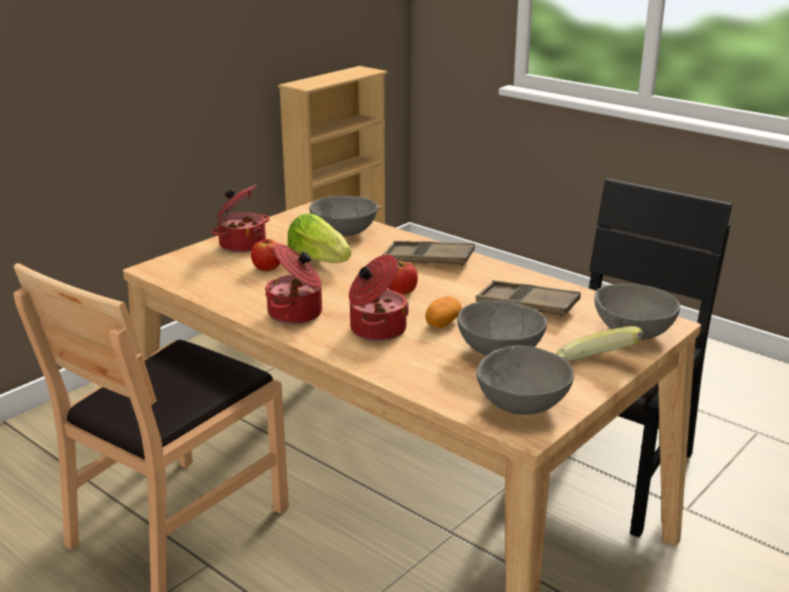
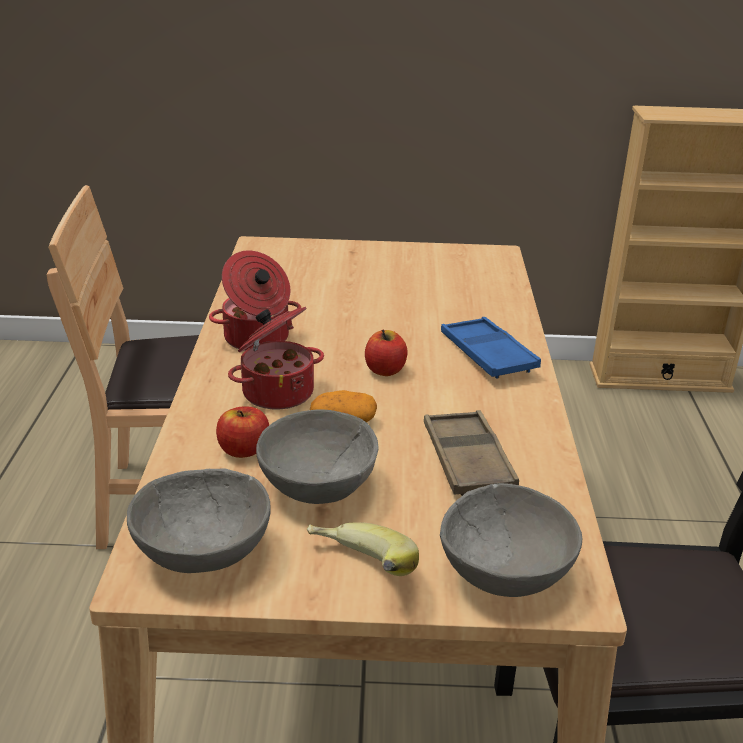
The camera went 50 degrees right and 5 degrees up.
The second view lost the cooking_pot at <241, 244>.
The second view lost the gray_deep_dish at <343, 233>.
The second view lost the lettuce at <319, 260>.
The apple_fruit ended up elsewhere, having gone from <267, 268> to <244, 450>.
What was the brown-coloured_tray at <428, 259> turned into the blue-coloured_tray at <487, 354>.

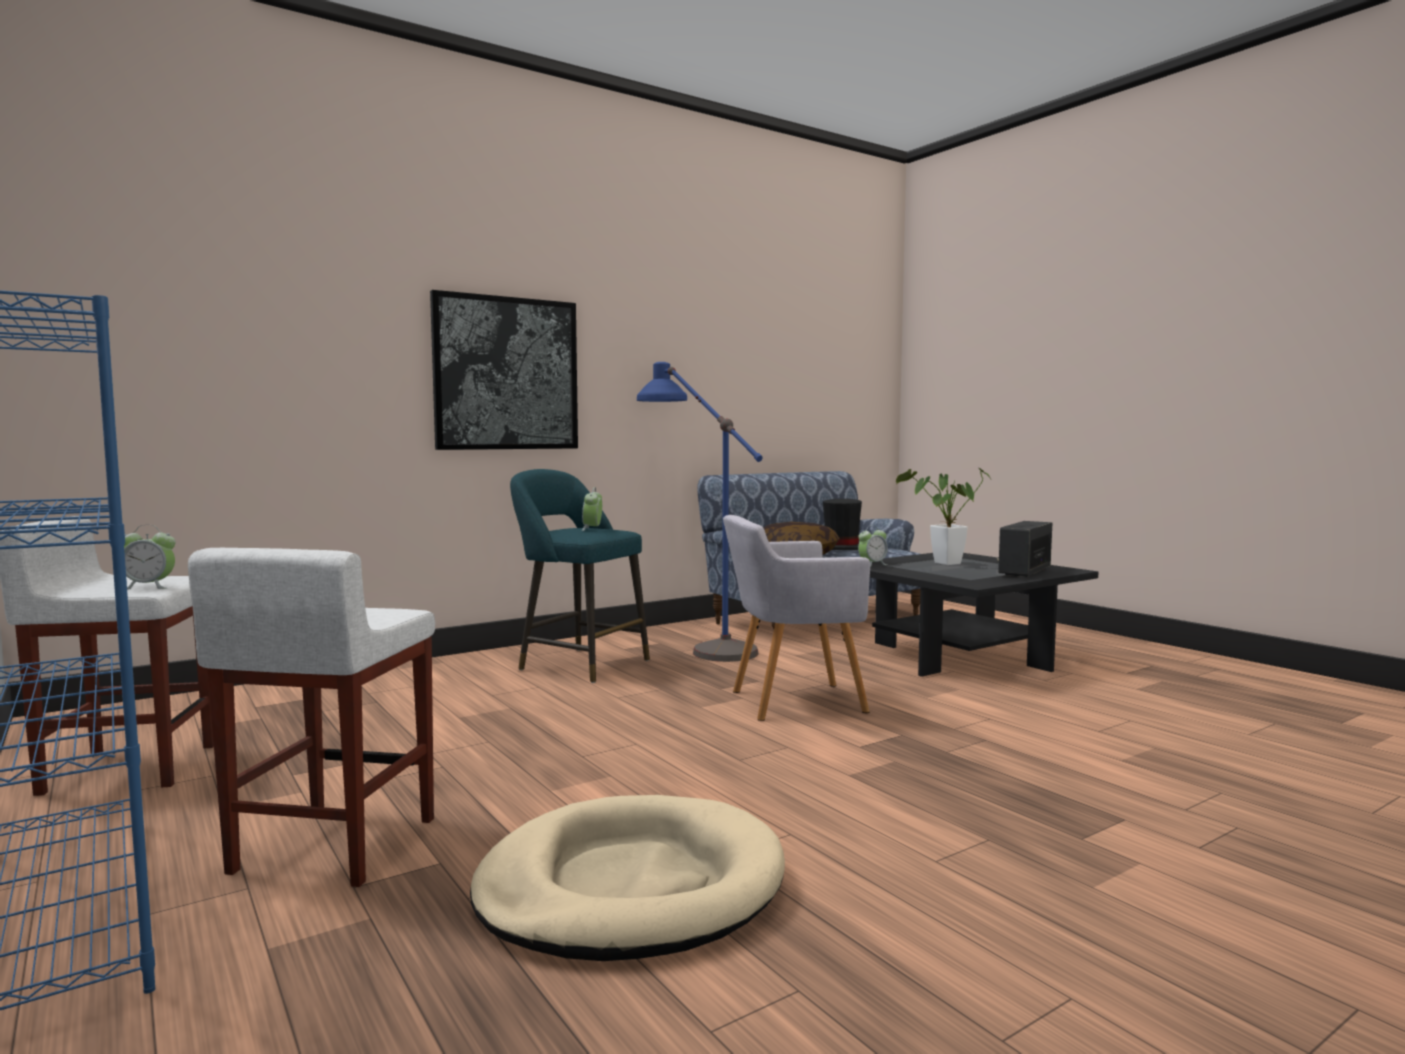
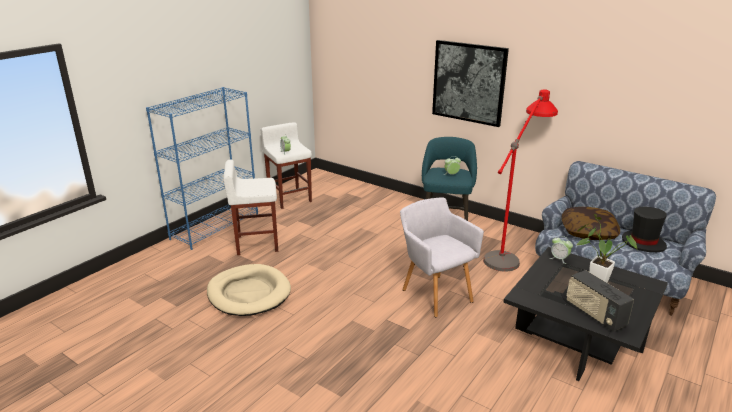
The camera went 70 degrees right and 20 degrees up.
What was the blue-coloured_floor_lamp at <699, 644> turned into the red_floor_lamp at <511, 251>.
The radio at <1024, 572> ended up facing another way, 135 degrees counterclockwise from before.

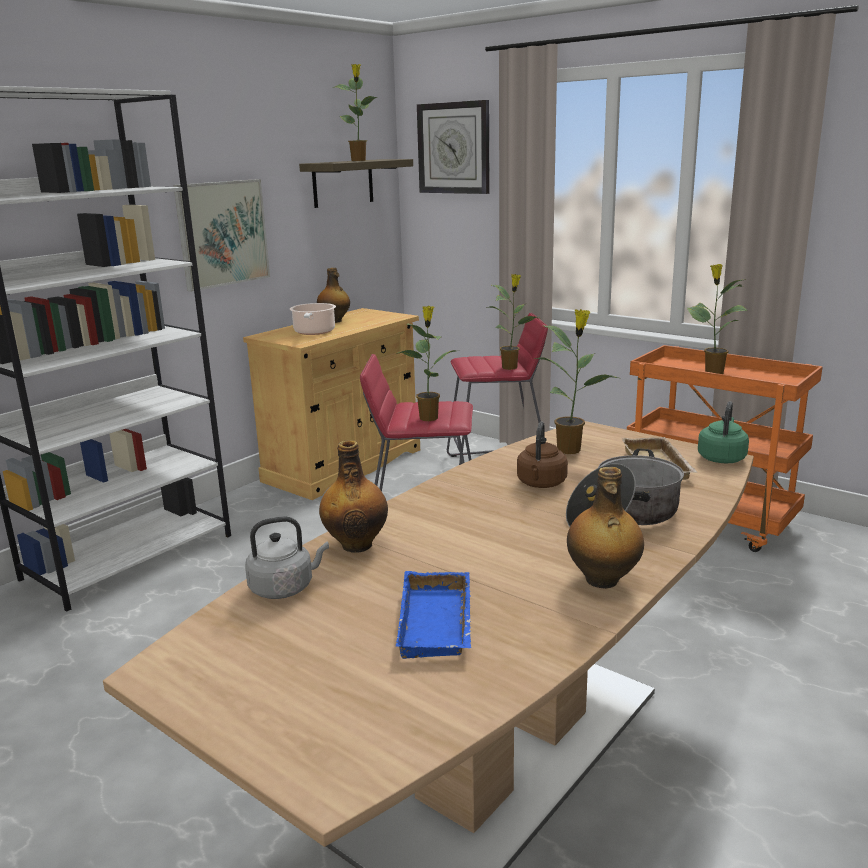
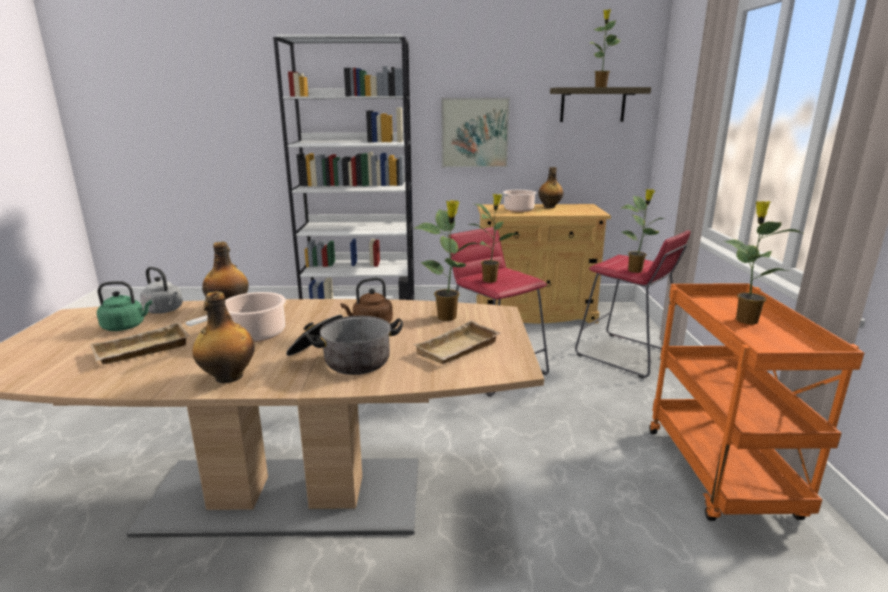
The camera went 50 degrees right and 0 degrees up.
The second view lost the hanging_clock at <454, 148>.
The green-coloured_kettle ended up elsewhere, having gone from <722, 458> to <126, 327>.
What was the blue-coloured_tray at <439, 623> turned into the beige_tray at <142, 351>.
The second view gained the cooking_pot at <252, 335>.

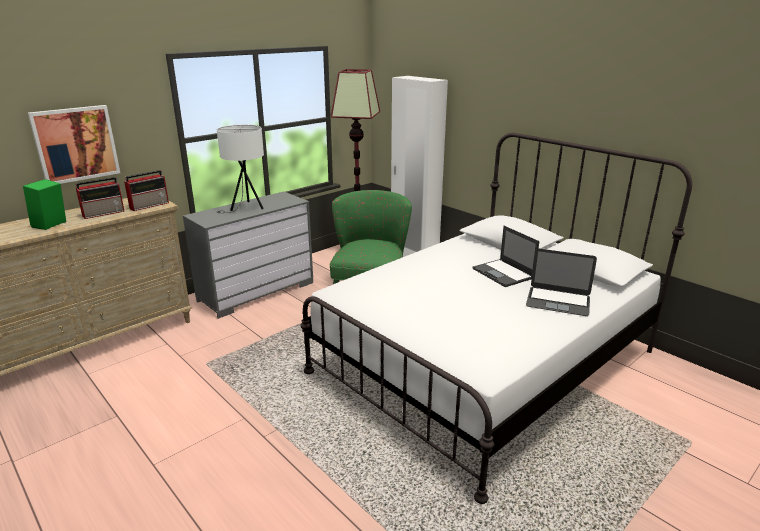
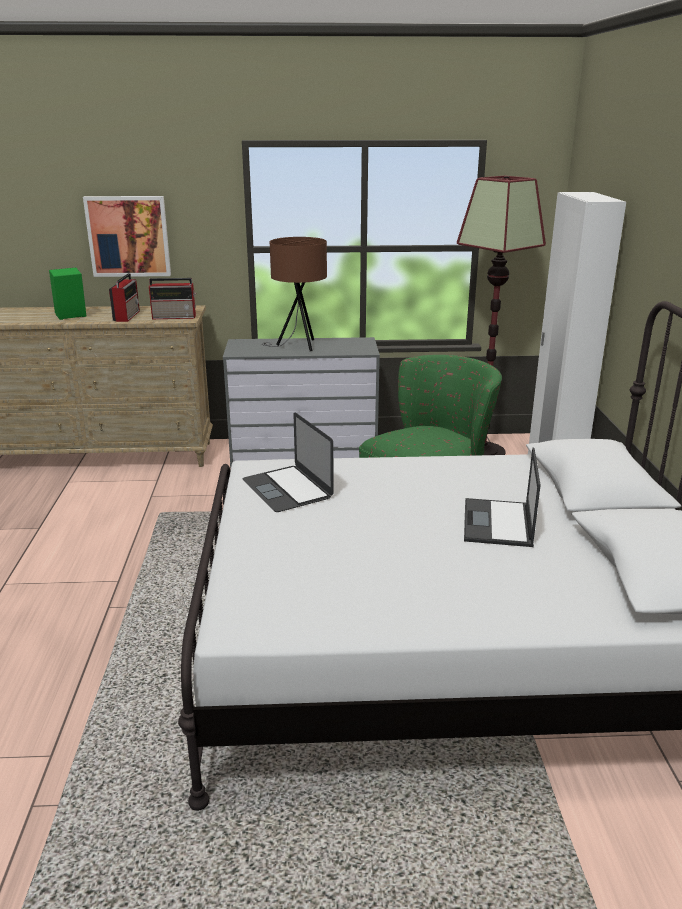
The camera went 40 degrees right and 0 degrees up.
What was the white_table_lamp at <245, 208> turned into the brown-coloured_table_lamp at <297, 346>.
The radio at <104, 213> ended up facing another way, 90 degrees counterclockwise from before.
The notebook_computer ended up elsewhere, having gone from <558, 301> to <287, 488>.

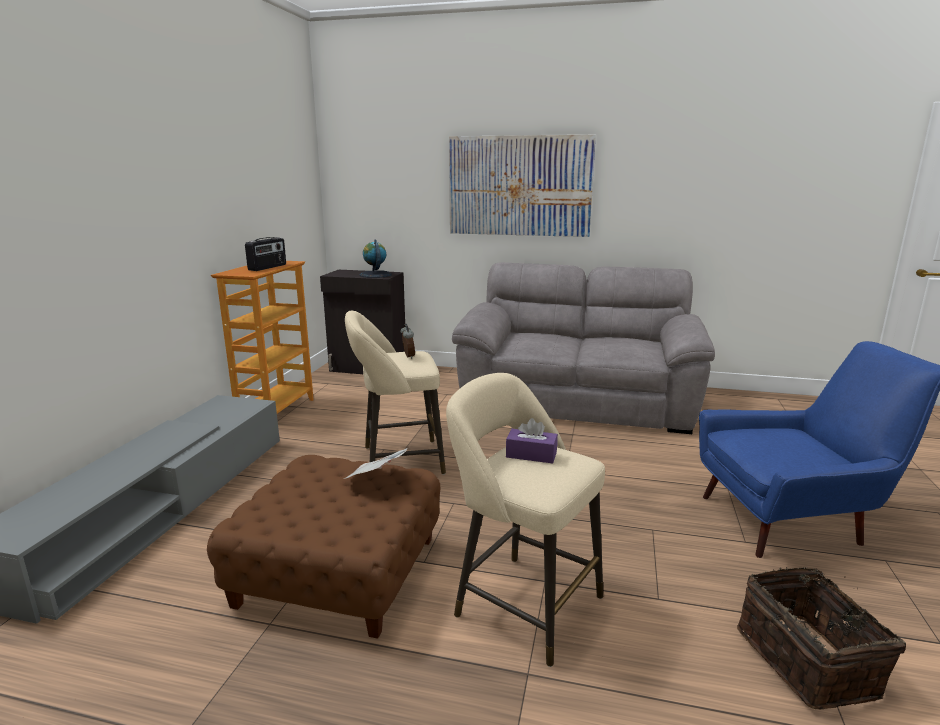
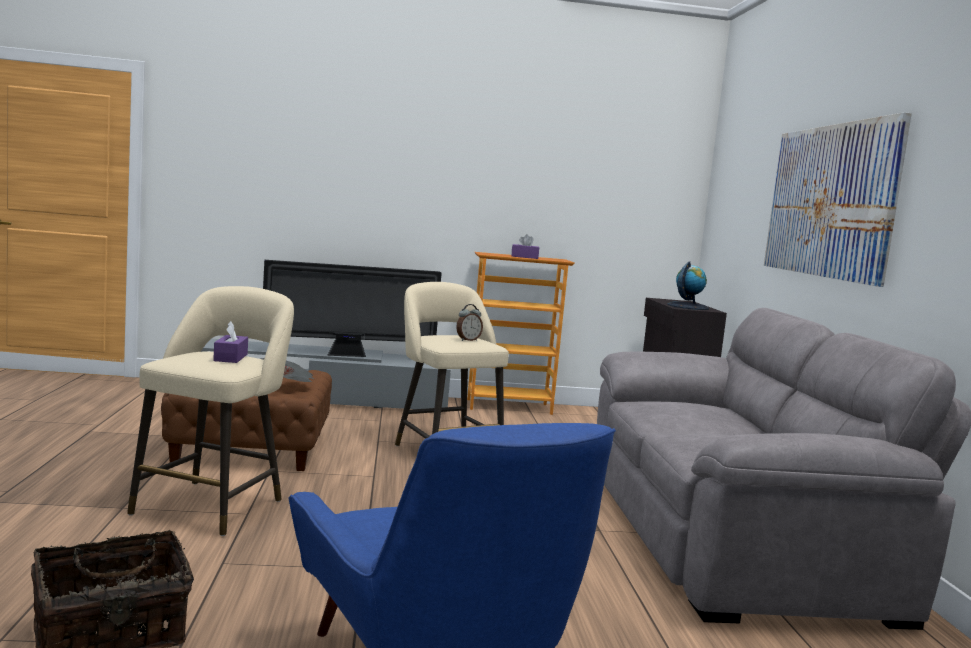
The camera went 70 degrees right and 10 degrees down.
Where the radio stood at <268, 267>, the purplish_box_of_tissues came to stand at <524, 257>.
The second view gained the TV_set at <349, 355>.

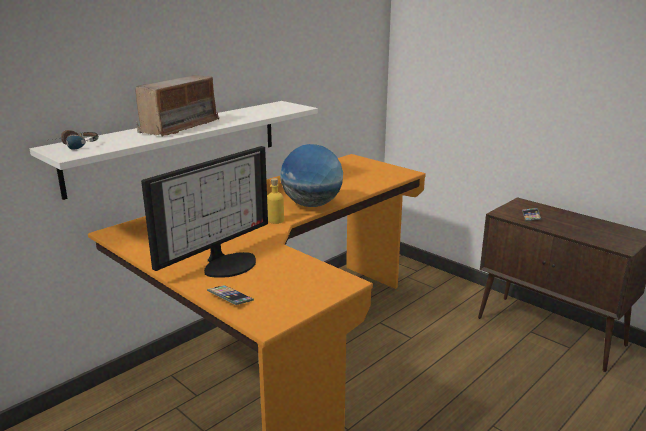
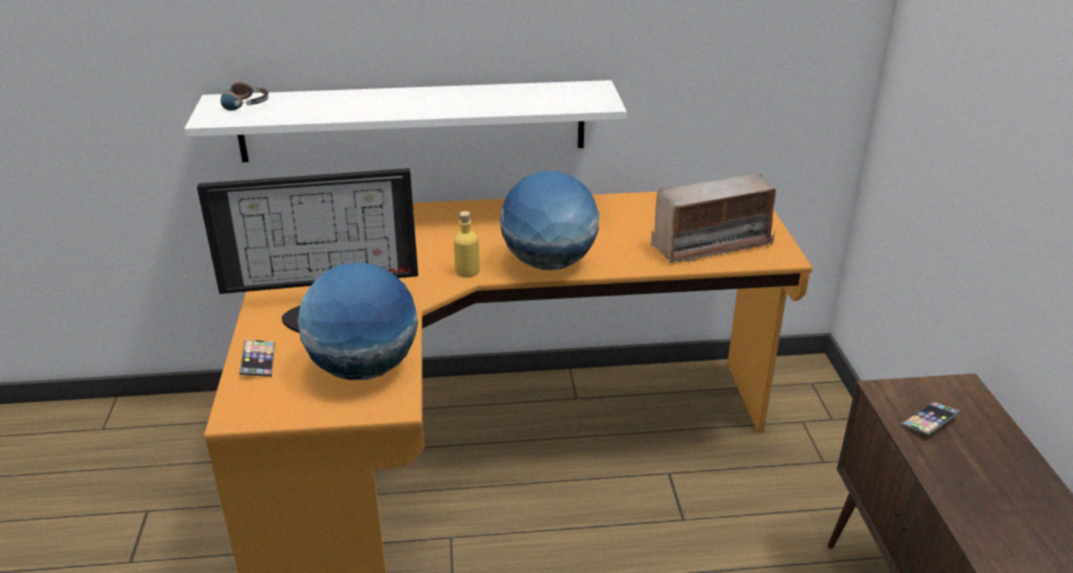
The camera went 40 degrees right and 10 degrees up.
The radio ended up elsewhere, having gone from <180, 127> to <711, 245>.
The second view gained the desk_globe at <363, 368>.

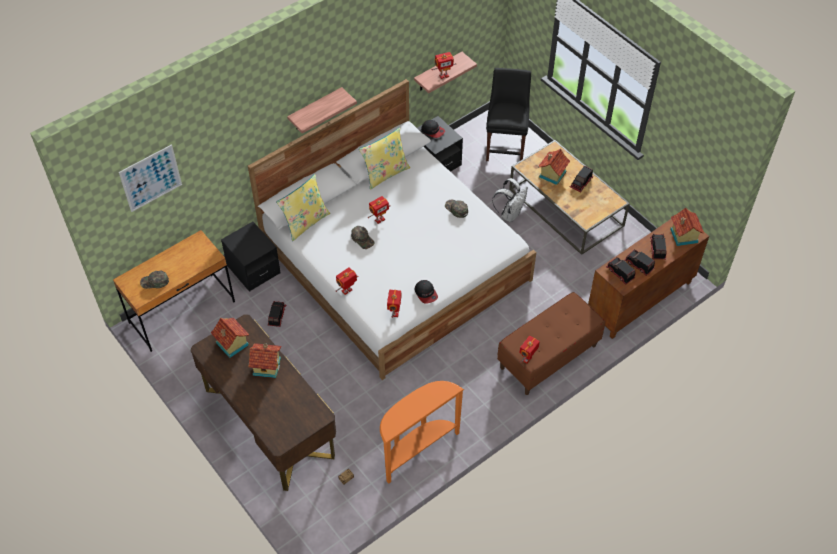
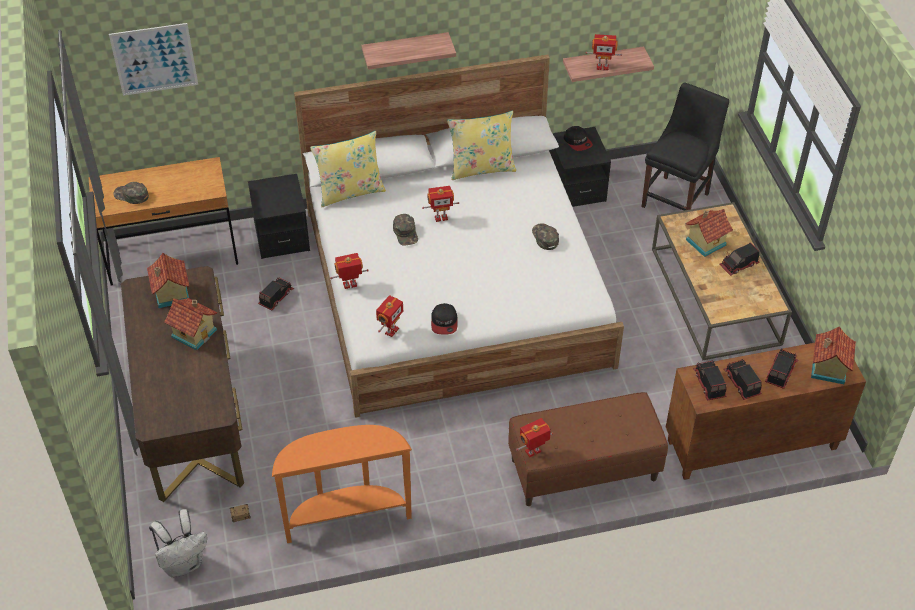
The camera went 25 degrees right and 5 degrees down.
The white_backpack ended up elsewhere, having gone from <510, 214> to <184, 563>.

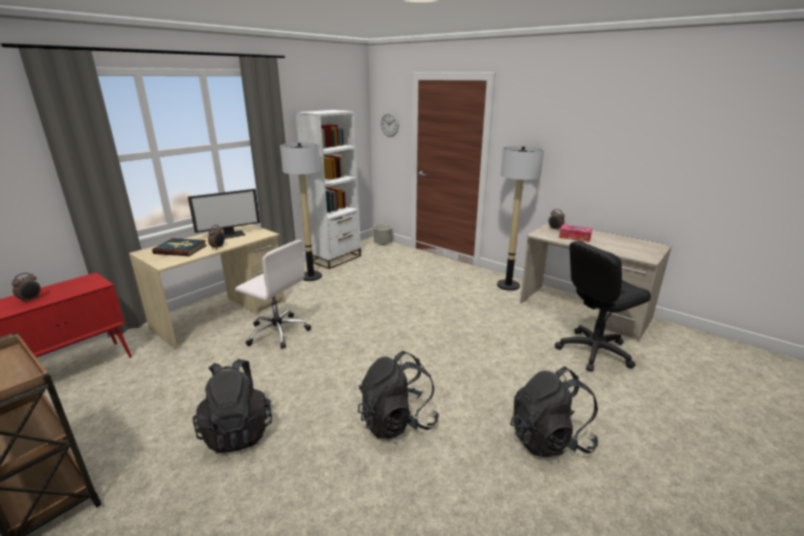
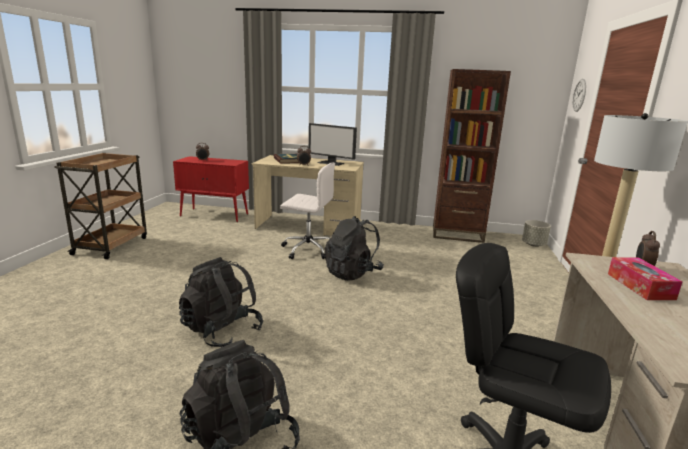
The camera went 60 degrees right and 5 degrees down.
What was the white_bookshelf at <335, 258> turned into the brown-coloured_bookshelf at <457, 234>.
The second view lost the floor_lamp at <311, 276>.
The white_desk_chair at <277, 332> ended up facing another way, 75 degrees counterclockwise from before.
The blackish_backpack ended up elsewhere, having gone from <238, 431> to <352, 273>.

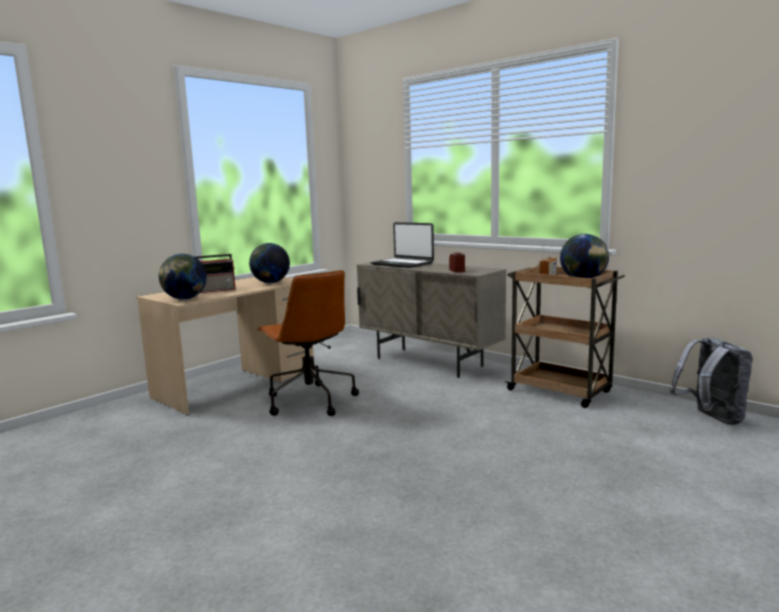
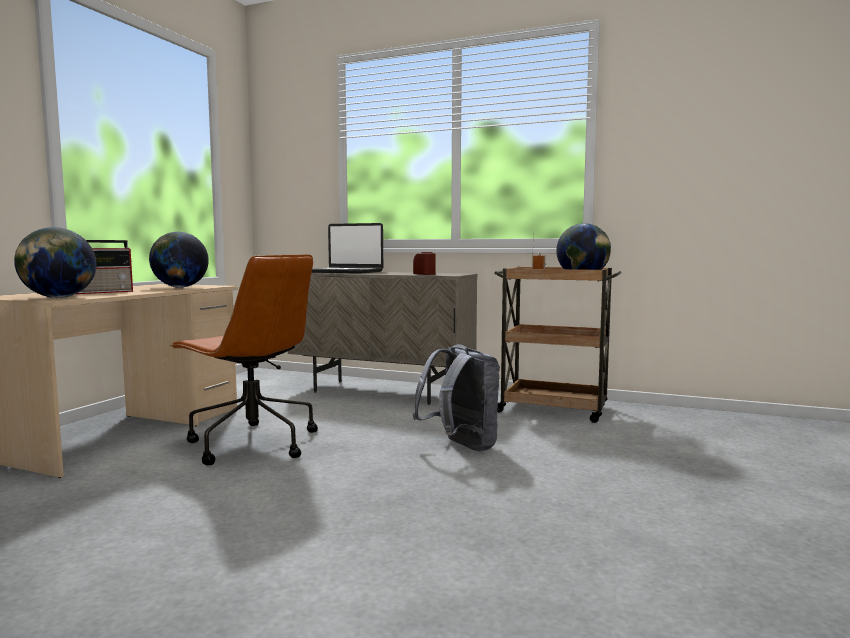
The camera went 20 degrees left and 5 degrees down.
The gray_backpack ended up elsewhere, having gone from <711, 418> to <461, 447>.

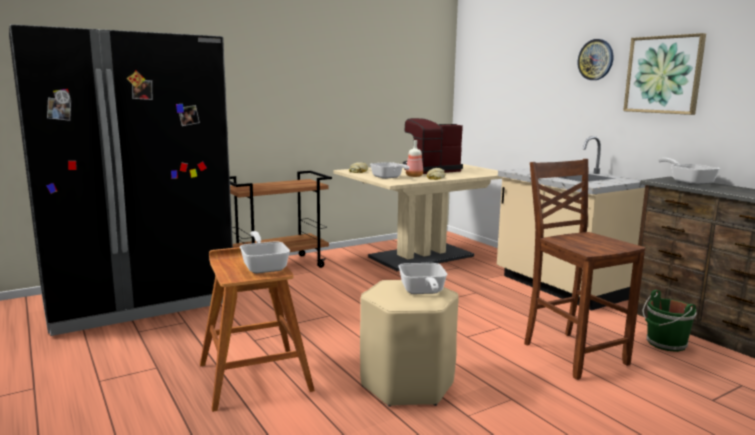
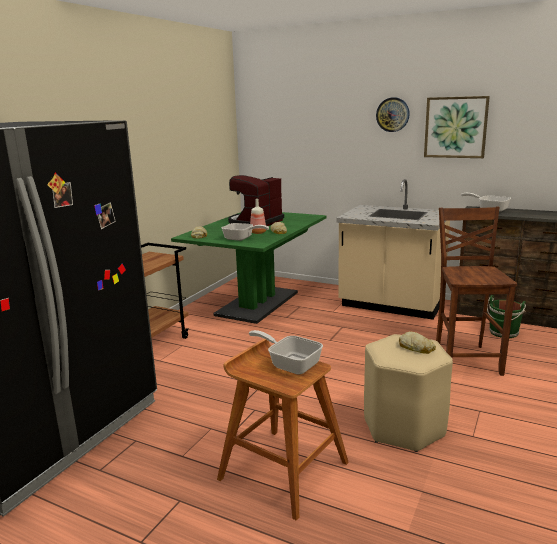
The camera went 30 degrees left and 5 degrees up.
The brown-coloured_plain_chair at <572, 353> ended up facing another way, 60 degrees clockwise from before.
What was the beige_kitchen_table at <421, 257> turned into the green-coloured_kitchen_table at <257, 303>.
Where the pan stood at <422, 292>, the bread came to stand at <416, 347>.

